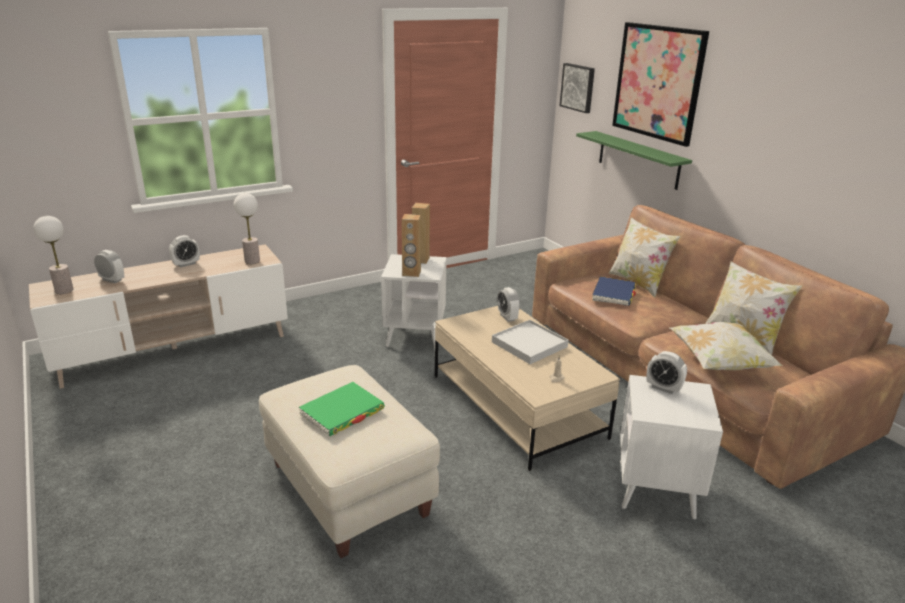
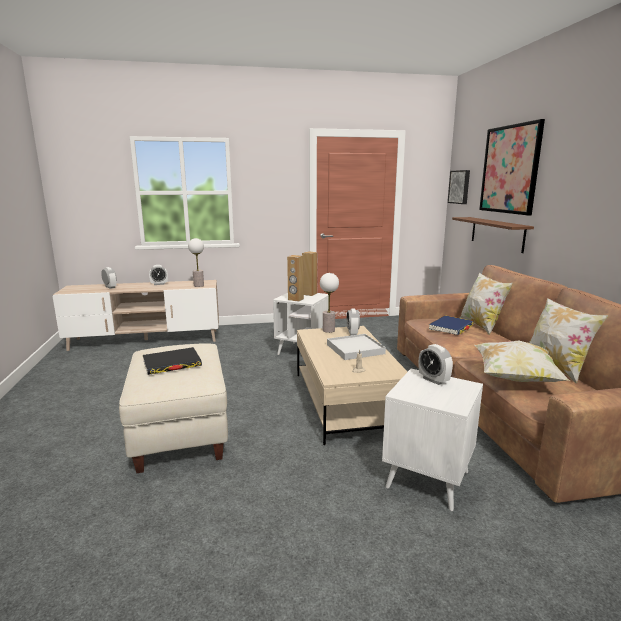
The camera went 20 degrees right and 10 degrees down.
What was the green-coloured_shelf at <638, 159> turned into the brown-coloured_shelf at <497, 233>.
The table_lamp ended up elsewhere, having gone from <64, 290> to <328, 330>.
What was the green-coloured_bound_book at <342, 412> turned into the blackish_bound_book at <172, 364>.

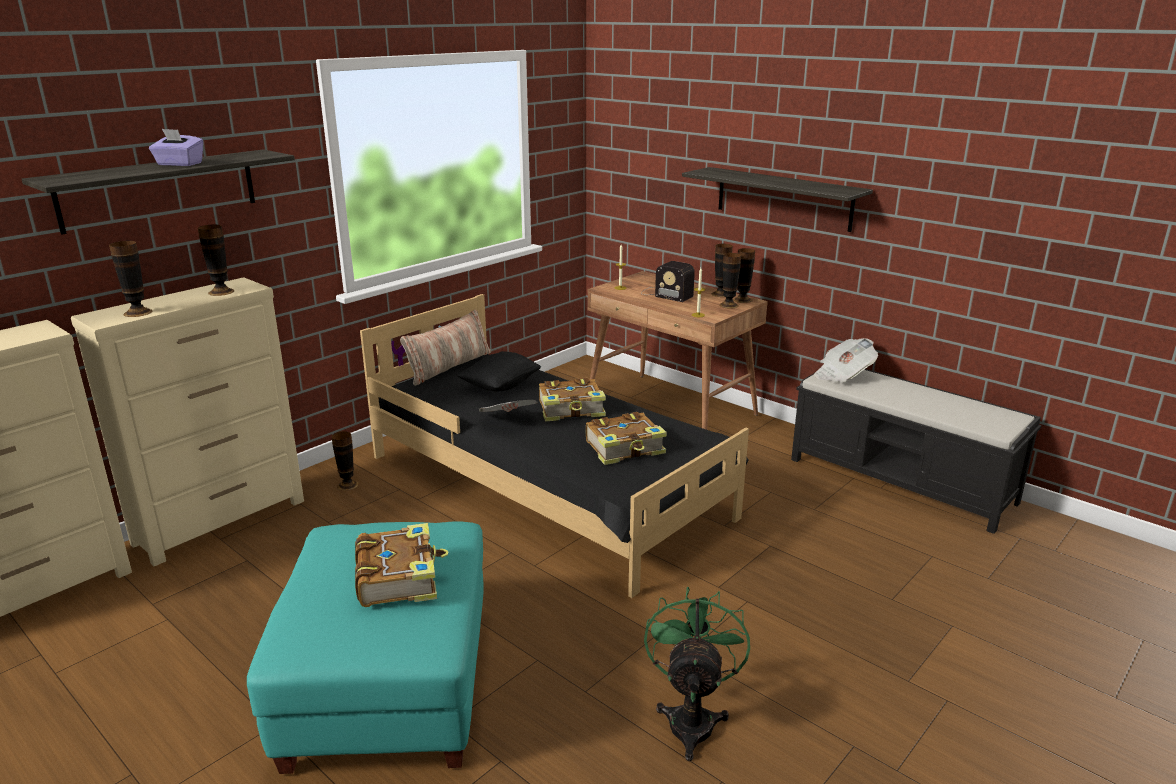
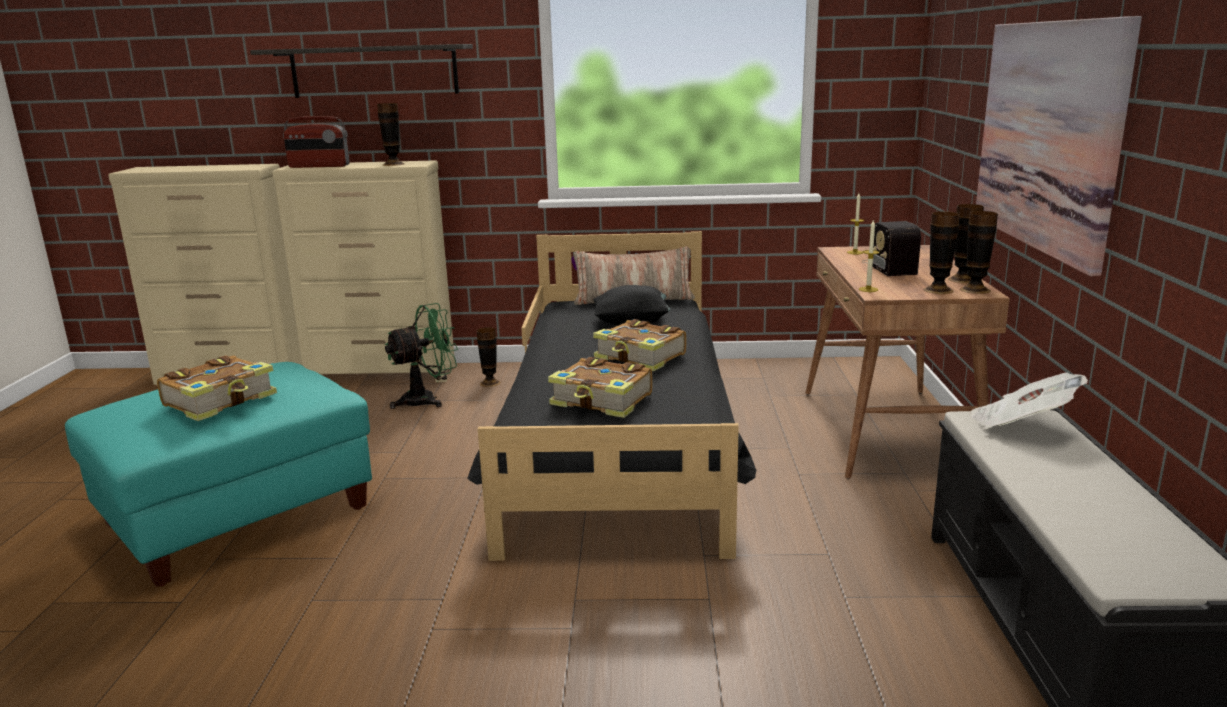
The camera went 50 degrees right and 5 degrees down.
The second view lost the purplish_box_of_tissues at <179, 164>.
Where the shelf hung at <783, 198>, the wall_art came to hang at <1047, 136>.
Where the vase stood at <138, 312>, the radio came to stand at <319, 166>.
The second view lost the printed_paper at <508, 421>.
The green-coloured_electric_fan ended up elsewhere, having gone from <691, 718> to <427, 400>.

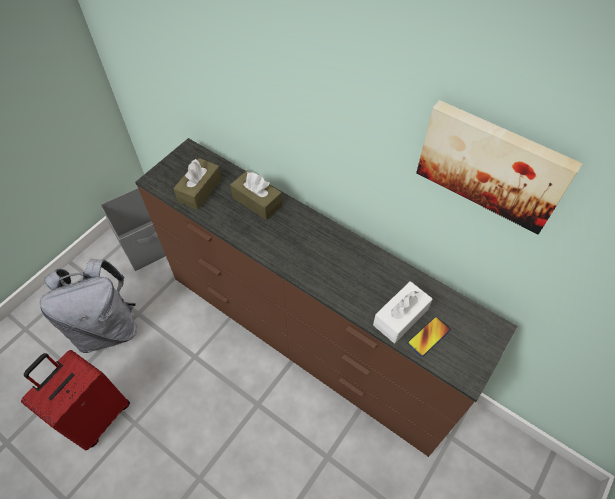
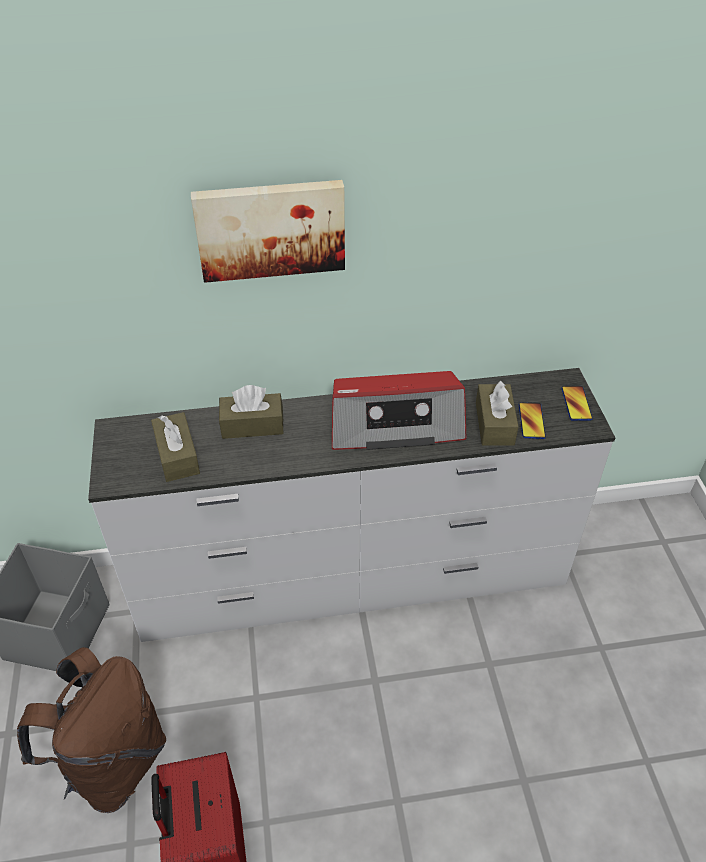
The camera went 45 degrees left and 10 degrees down.
The wall_art ended up elsewhere, having gone from <493, 164> to <270, 228>.
What was the brown-coloured_dresser at <308, 337> turned into the white_dresser at <353, 578>.
What was the gray_backpack at <108, 328> turned into the brown-coloured_backpack at <113, 762>.
What was the white_box_of_tissues at <400, 317> turned into the brown-coloured_box_of_tissues at <494, 423>.
The second view gained the radio at <395, 424>.
The second view gained the phone at <576, 404>.

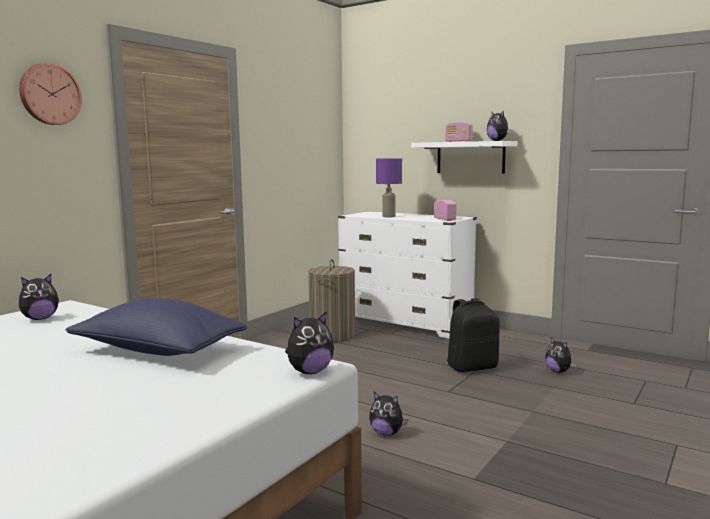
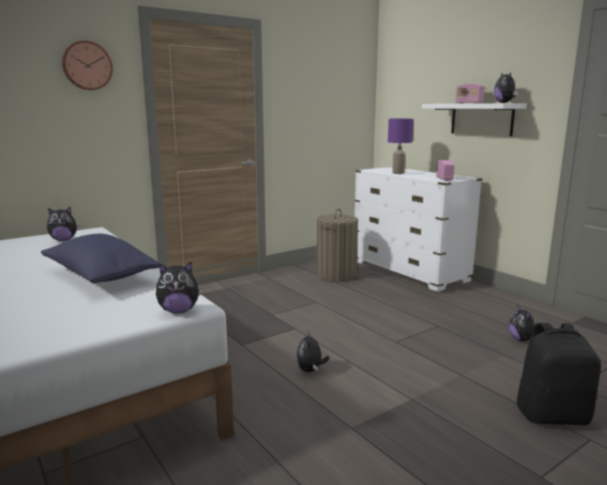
The camera went 20 degrees right and 5 degrees up.
The blackish_backpack ended up elsewhere, having gone from <472, 367> to <552, 415>.
The soft_toy at <387, 433> ended up facing another way, 45 degrees clockwise from before.

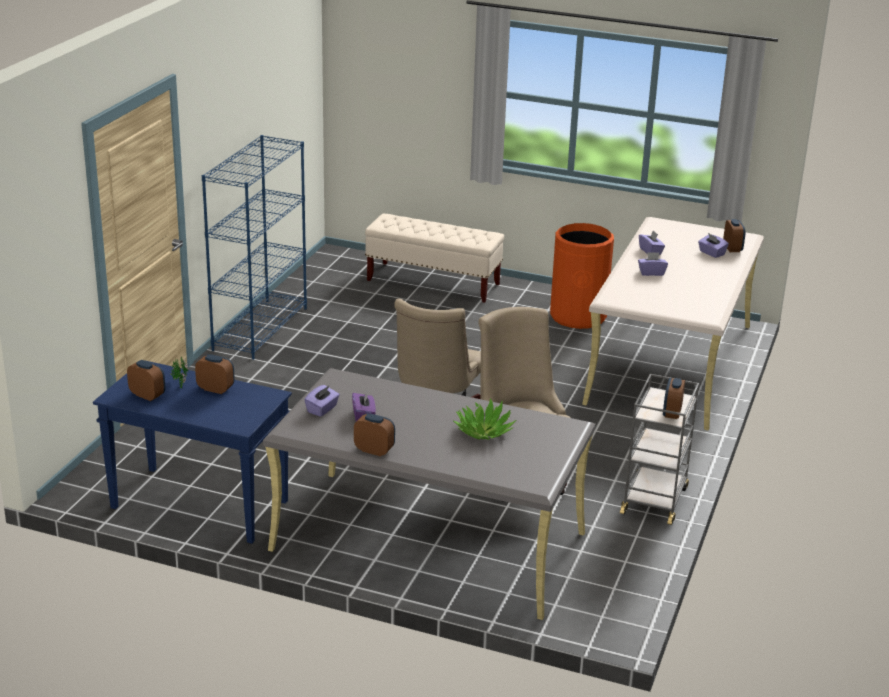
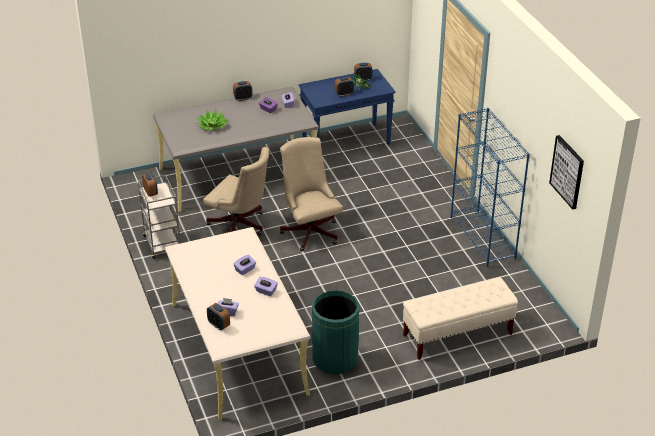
The camera went 140 degrees right and 10 degrees up.
What was the orange_trash_can at <578, 316> turned into the green-coloured_trash_can at <335, 359>.
The second view gained the wall_art at <567, 171>.

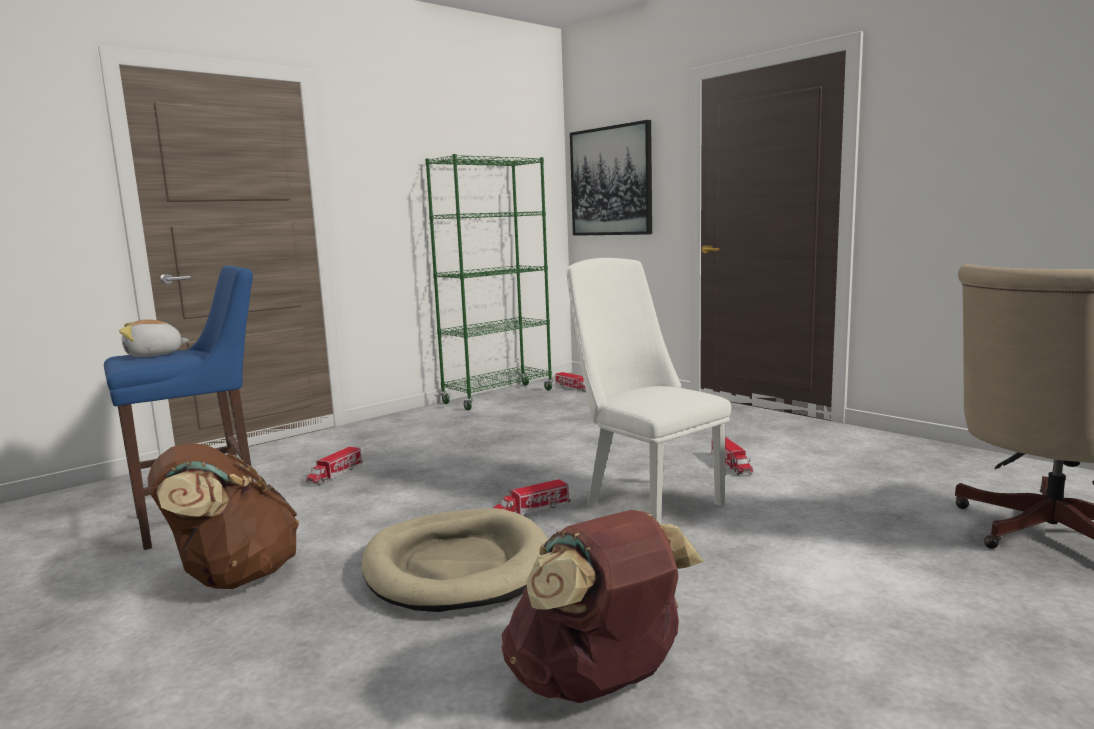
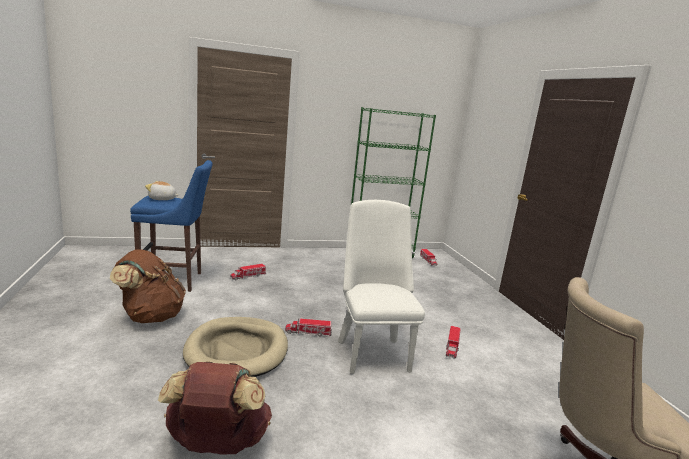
The camera went 25 degrees right and 5 degrees up.
The second view lost the wall_art at <611, 181>.

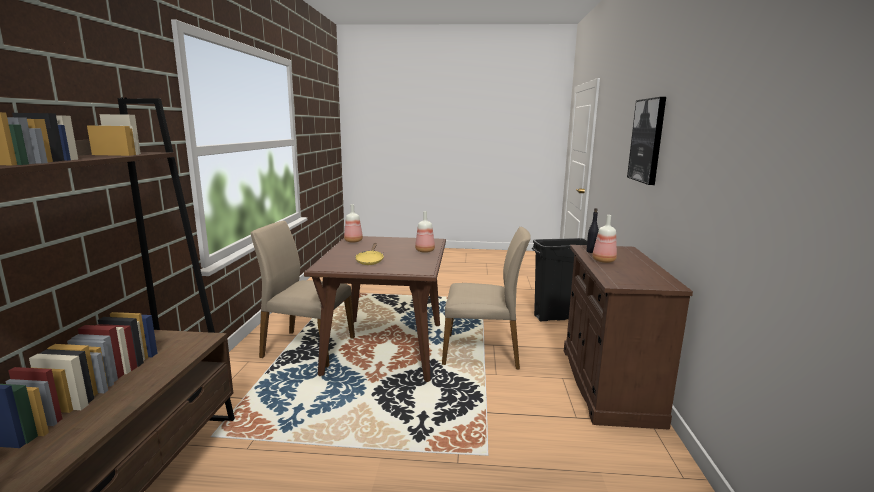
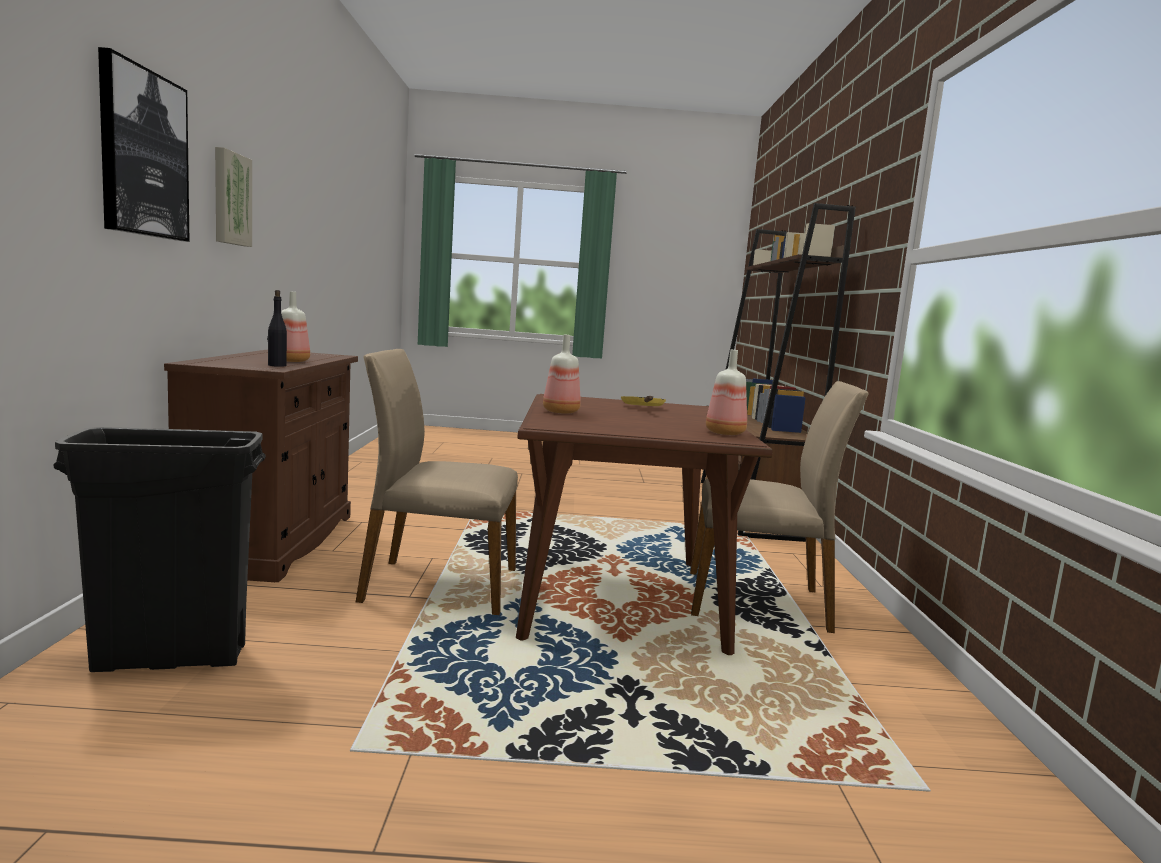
The camera went 175 degrees right and 5 degrees down.
The second view gained the wall_art at <230, 199>.

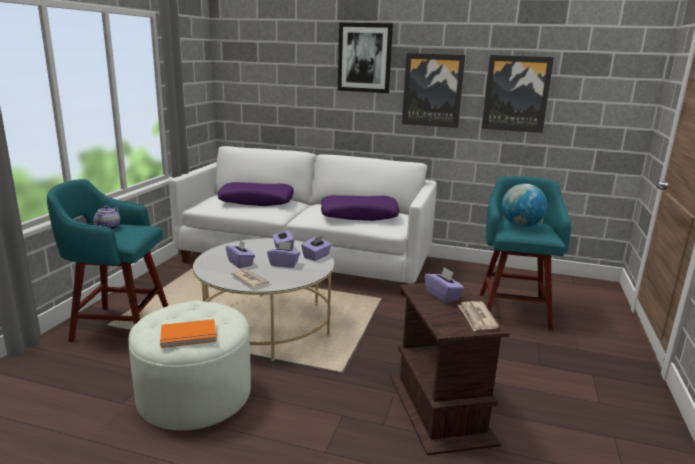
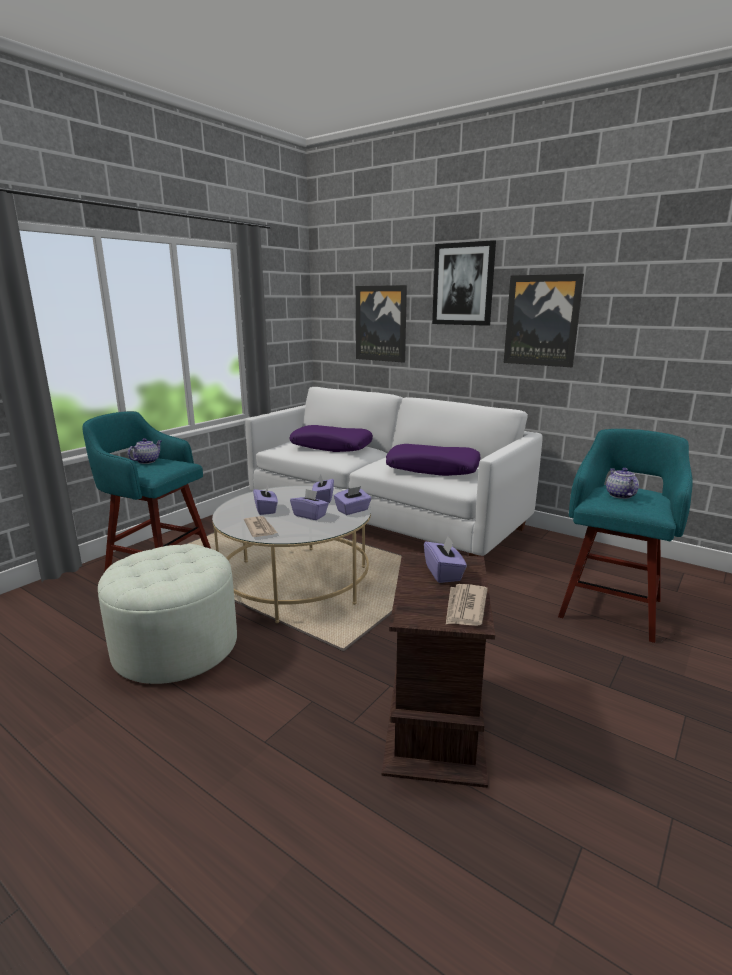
The camera went 20 degrees right and 0 degrees up.
The wall_art ended up elsewhere, having gone from <516, 94> to <381, 323>.
Where the desk_globe stood at <520, 226>, the teapot came to stand at <619, 495>.
The second view lost the orange_bound_book at <189, 336>.

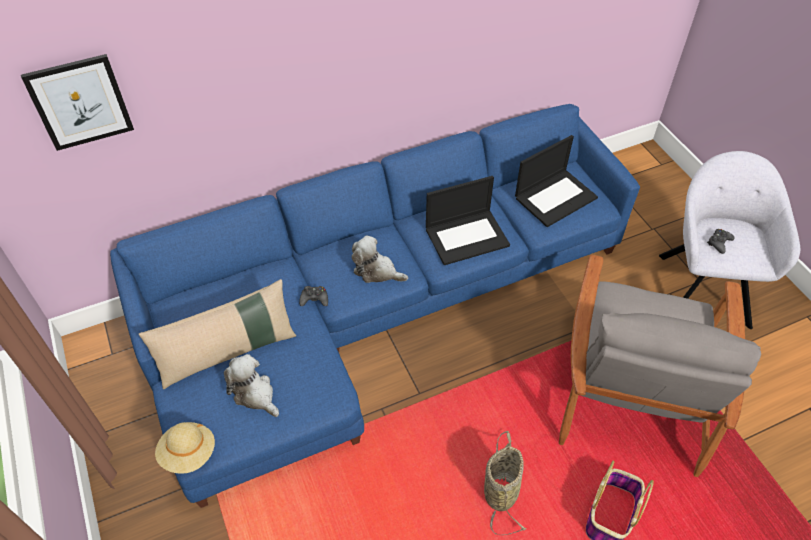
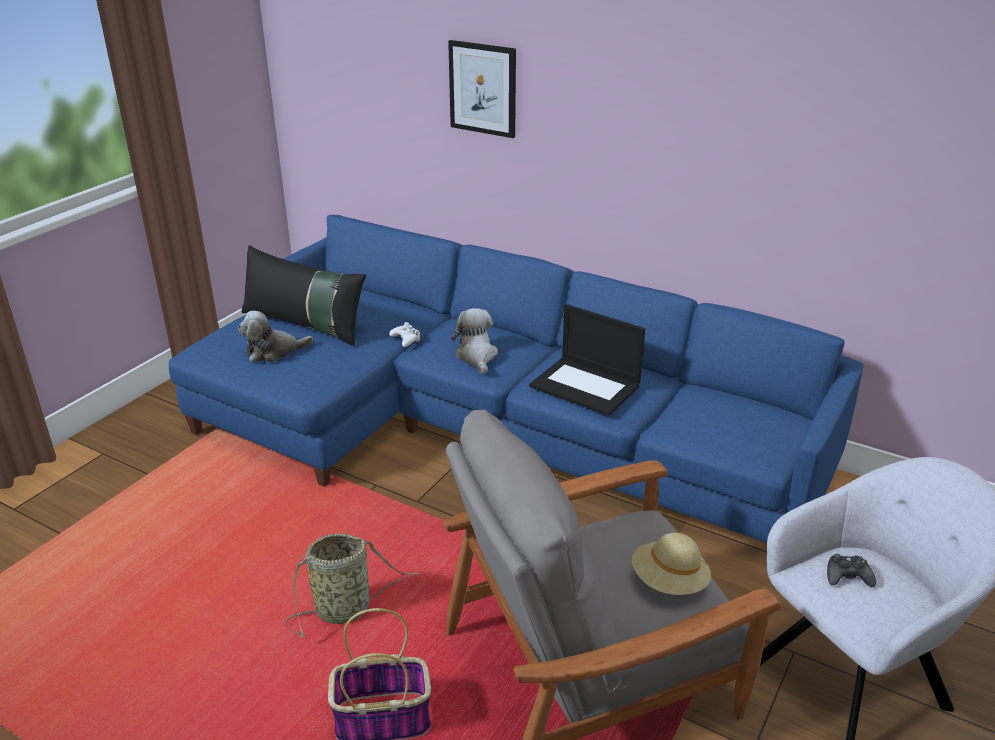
The camera went 55 degrees right and 20 degrees down.
The wall_art ended up elsewhere, having gone from <80, 102> to <483, 88>.
The second view lost the notebook_computer at <555, 197>.
What was the beige_cushion at <228, 352> turned into the blackish_cushion at <305, 324>.
What was the blackish_joypad at <314, 299> turned into the white_joypad at <406, 339>.
The soft_toy at <254, 394> ended up facing another way, 120 degrees counterclockwise from before.
The beige_clothing_hat ended up elsewhere, having gone from <188, 453> to <669, 582>.

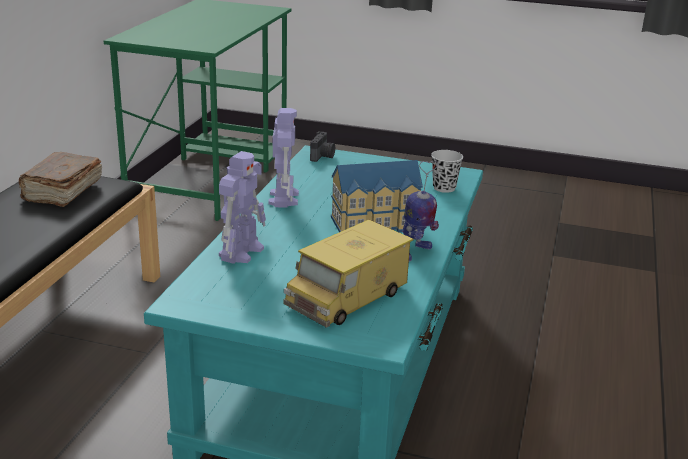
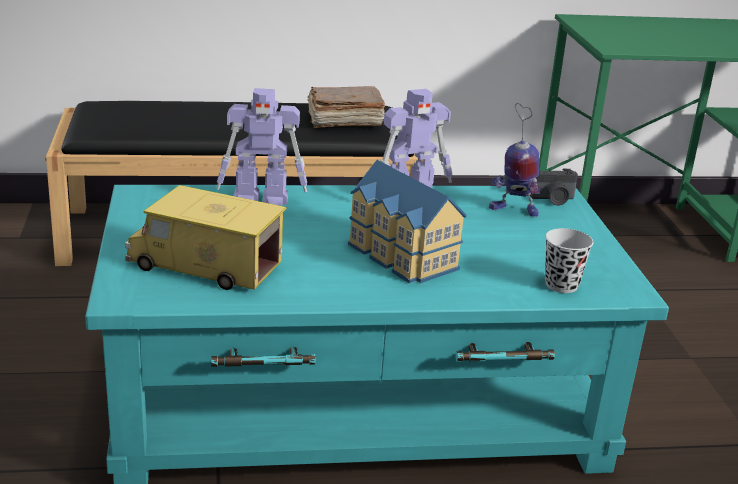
The camera went 65 degrees right and 0 degrees up.
The robot_figure ended up elsewhere, having gone from <415, 252> to <513, 210>.

